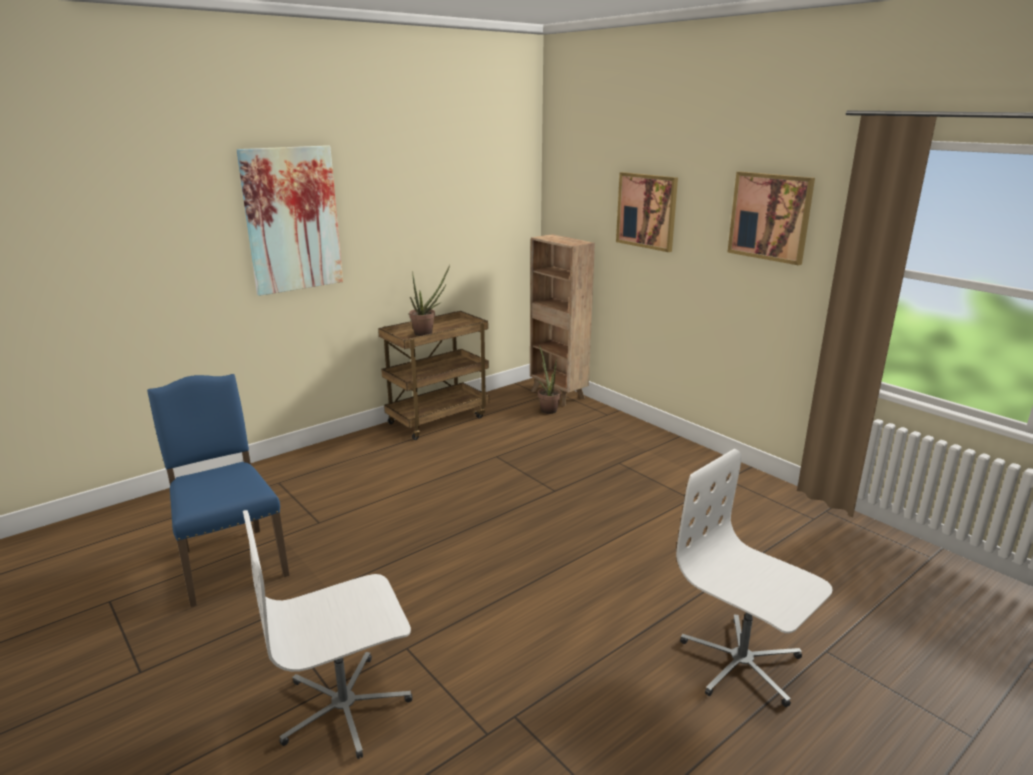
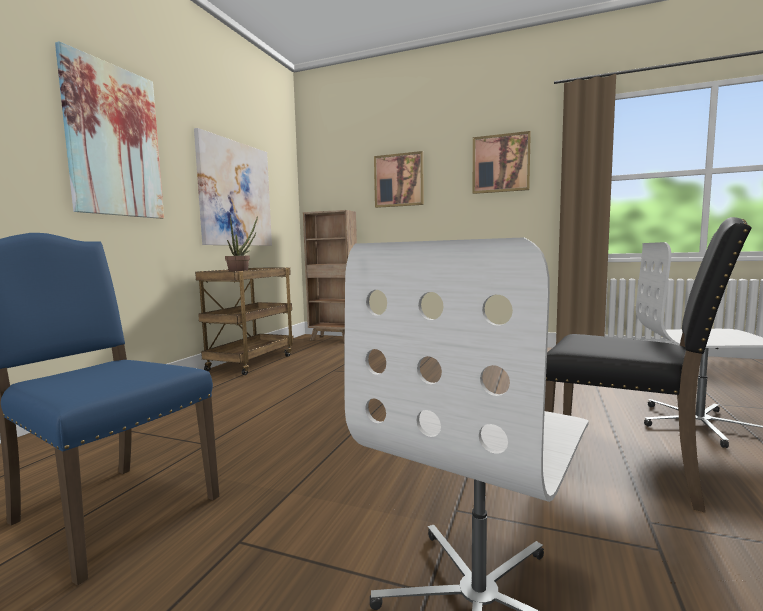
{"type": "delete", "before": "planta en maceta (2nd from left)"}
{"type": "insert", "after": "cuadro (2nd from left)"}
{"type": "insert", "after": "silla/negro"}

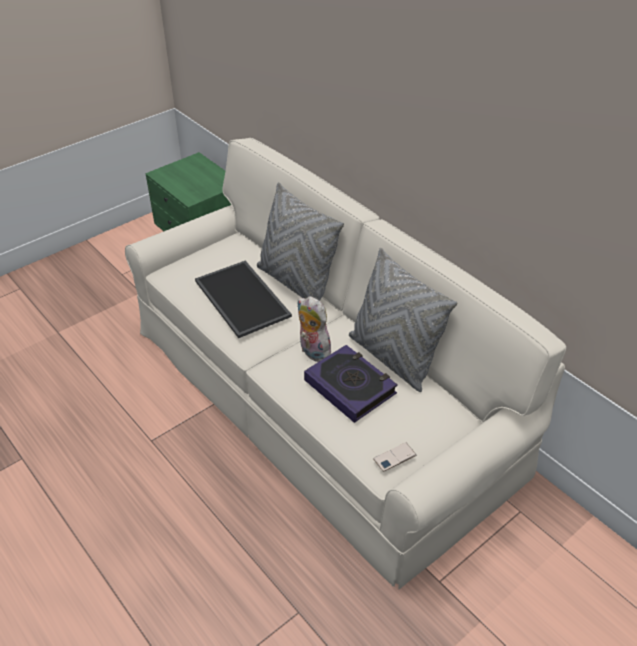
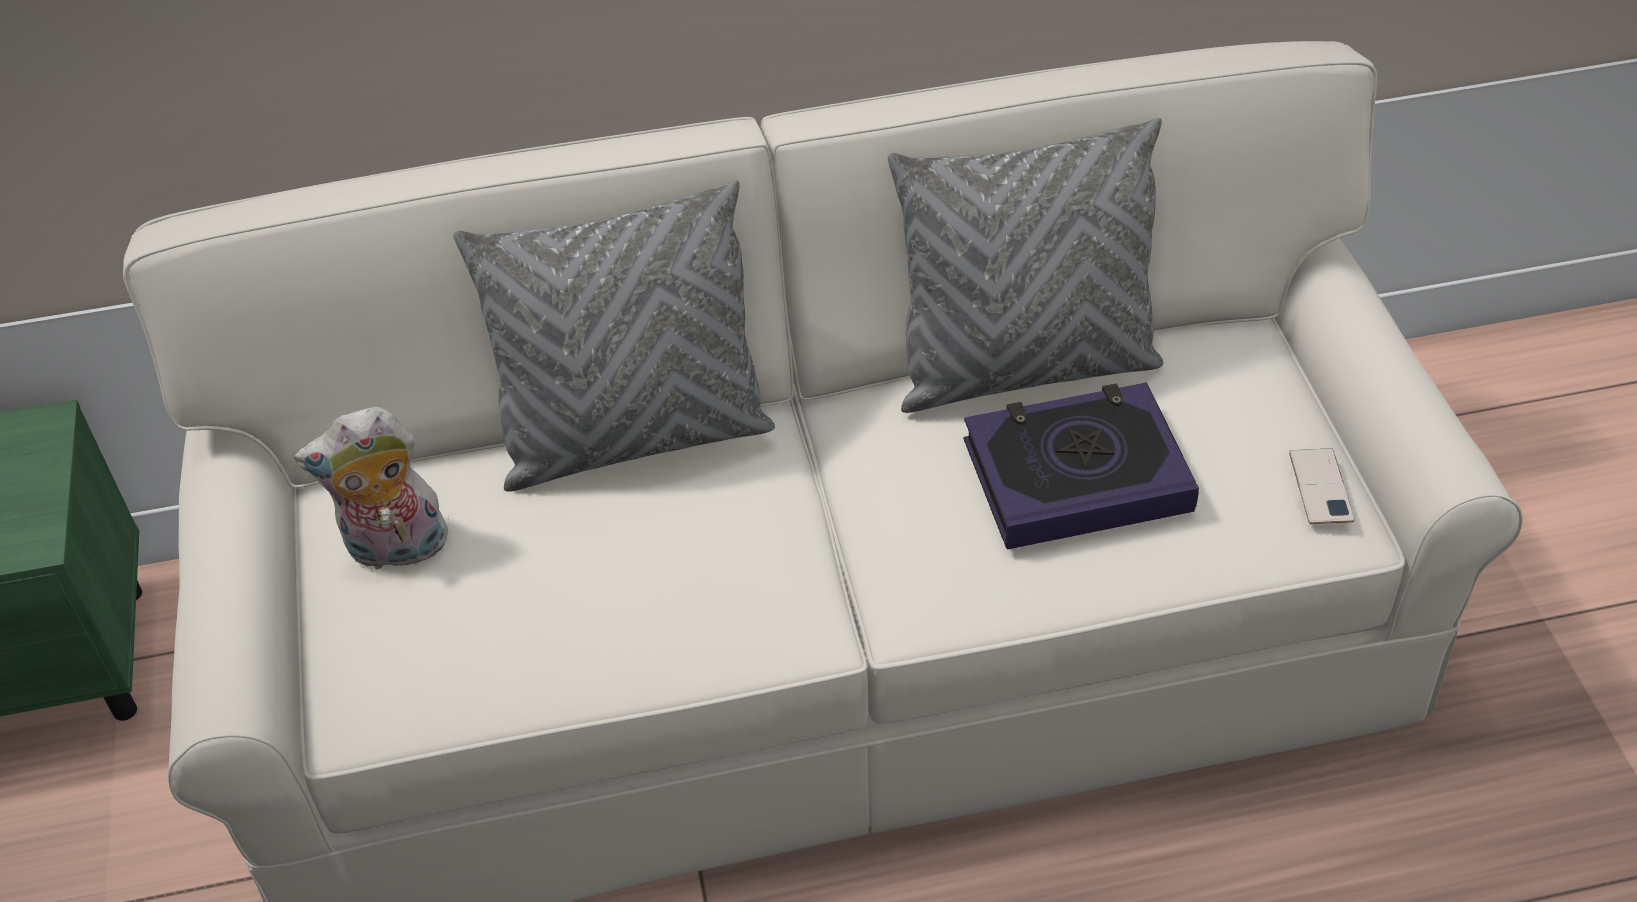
{"type": "delete", "before": "bandeja"}
{"type": "move", "before": "peluche"}

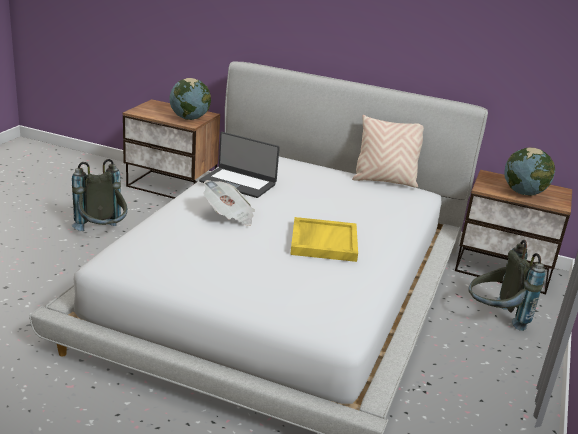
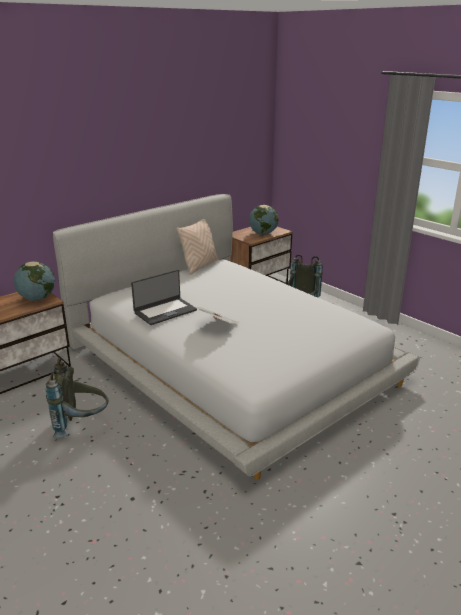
{"type": "delete", "before": "bandeja/amarillo"}

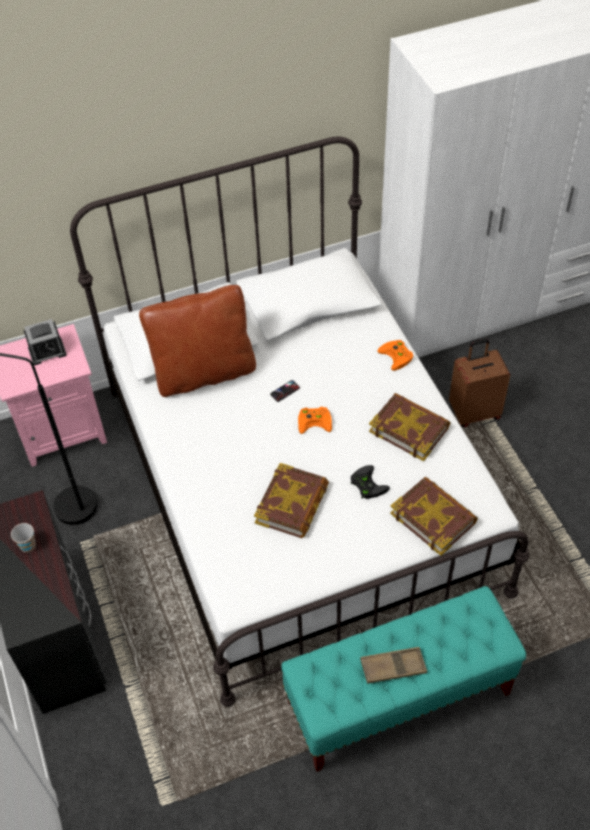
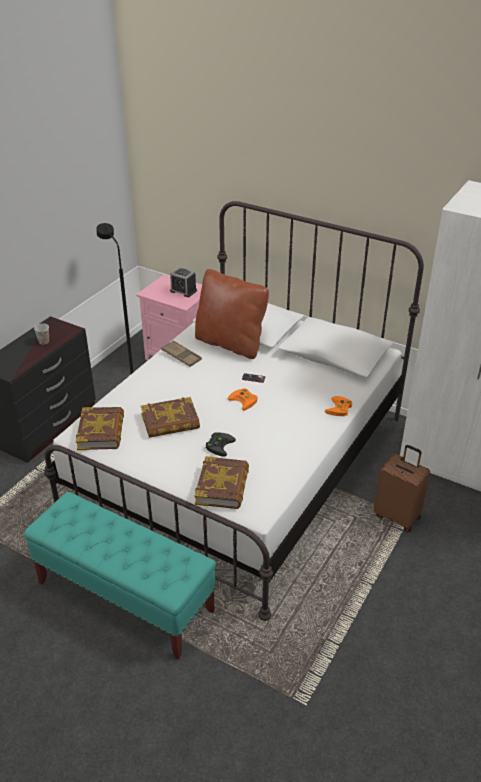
{"type": "move", "before": "bandeja/marrón"}
{"type": "move", "before": "libro (2nd from left in the first image)", "after": "libro (1st from left)"}

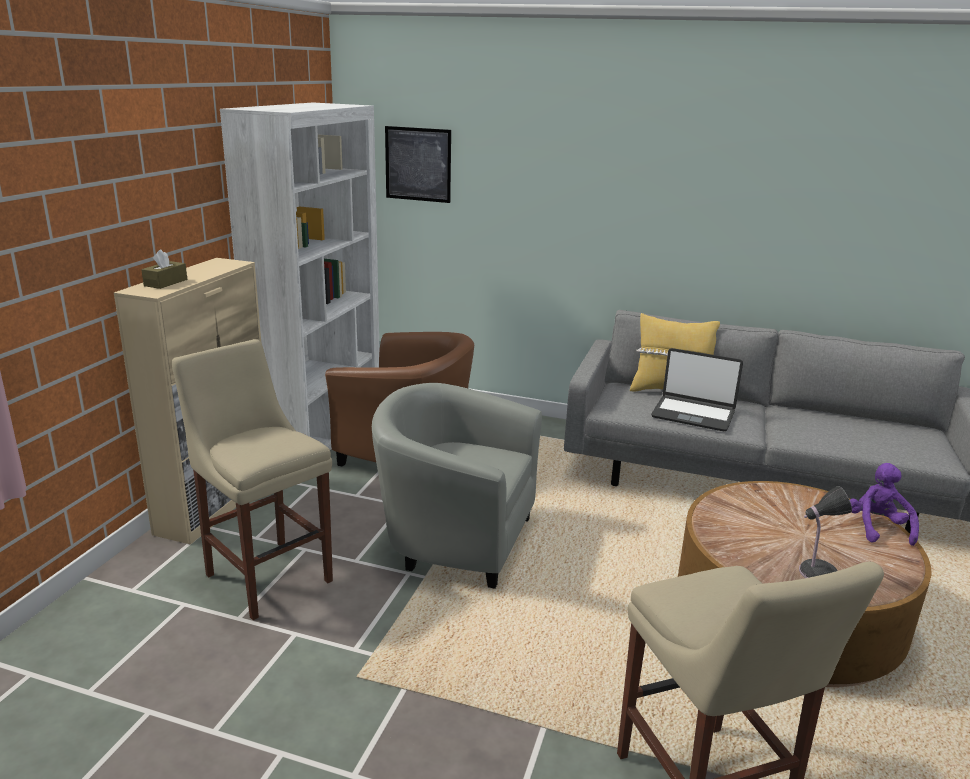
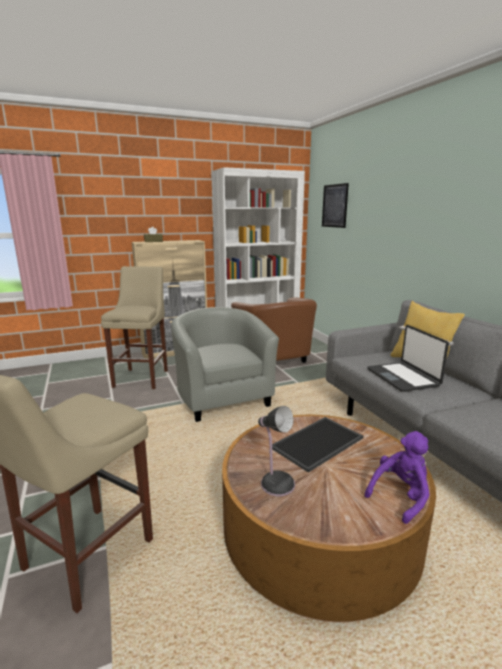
{"type": "insert", "after": "bandeja"}

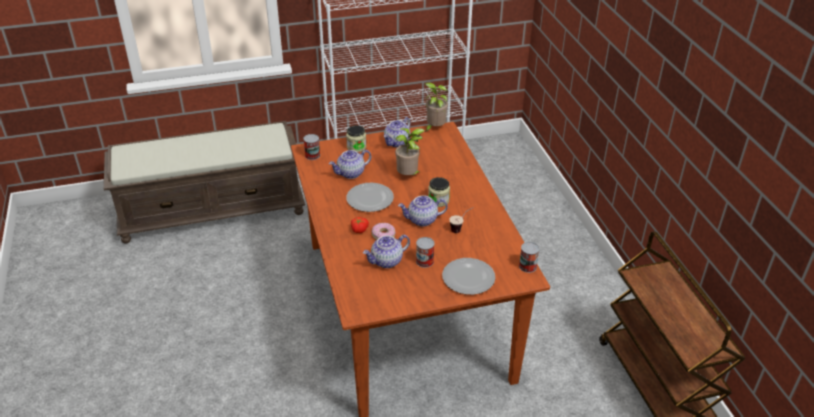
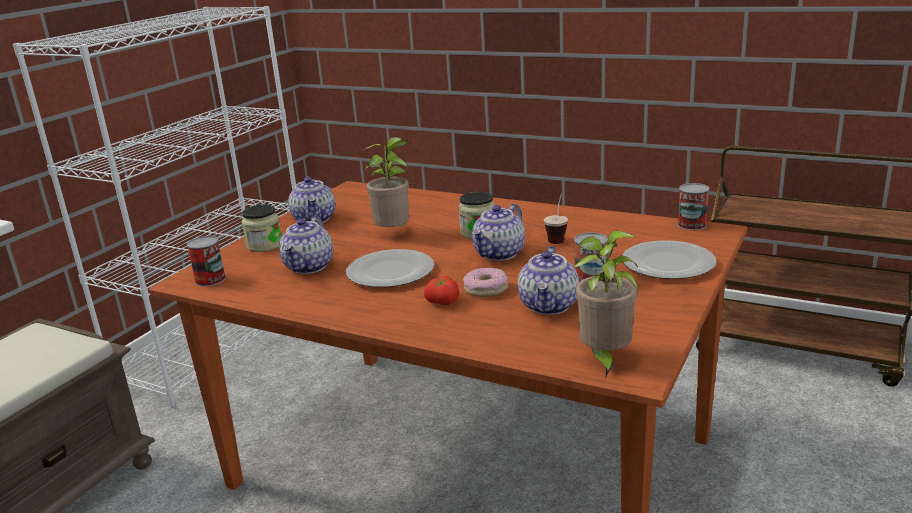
{"type": "move", "before": "planta en maceta (2nd from left)"}

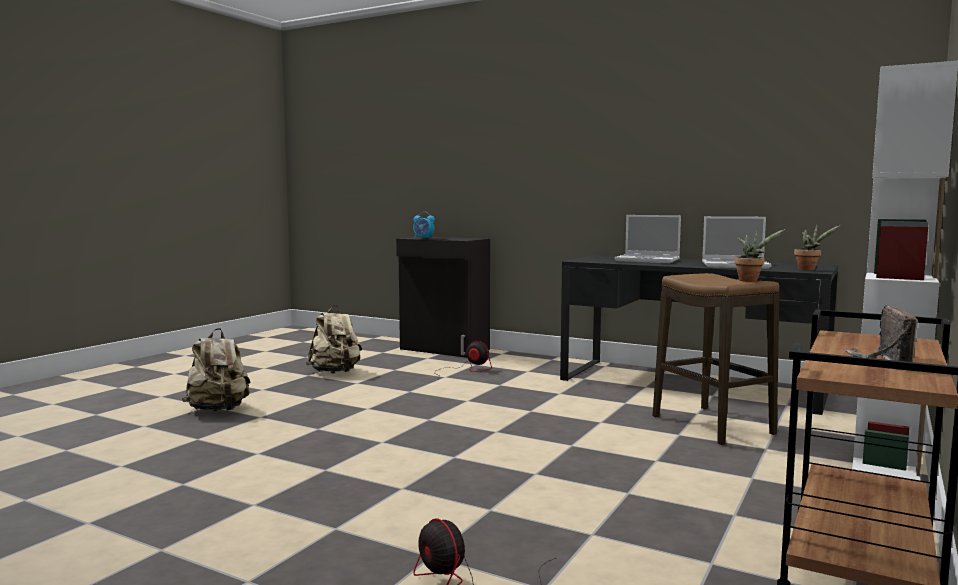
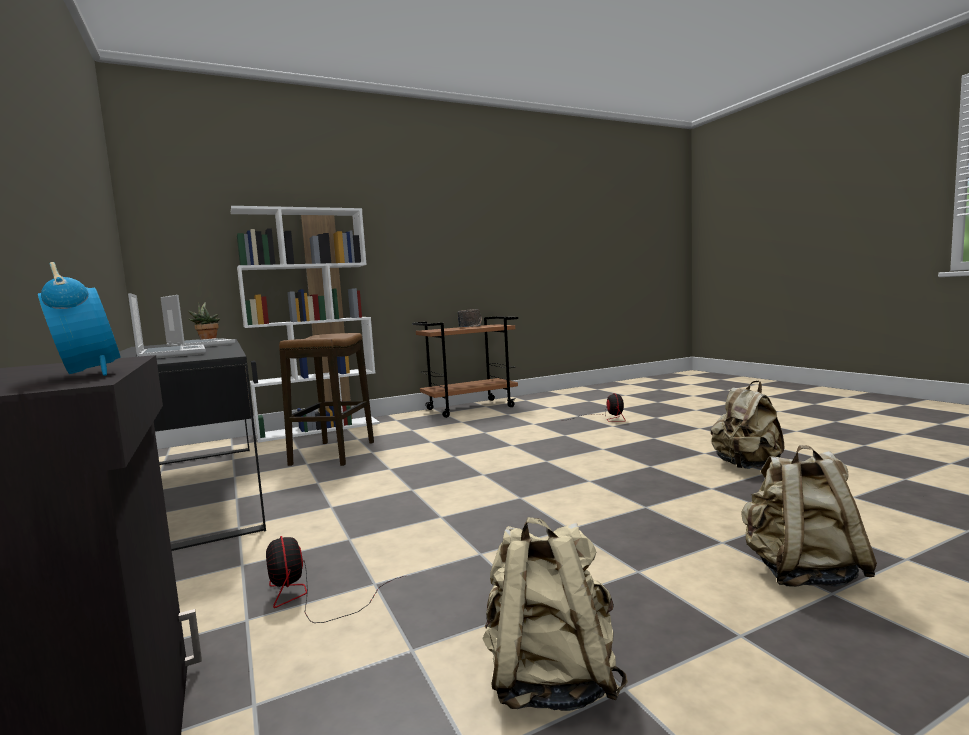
{"type": "delete", "before": "planta en maceta (1st from left)"}
{"type": "insert", "after": "mochila/beis (2nd from left)"}

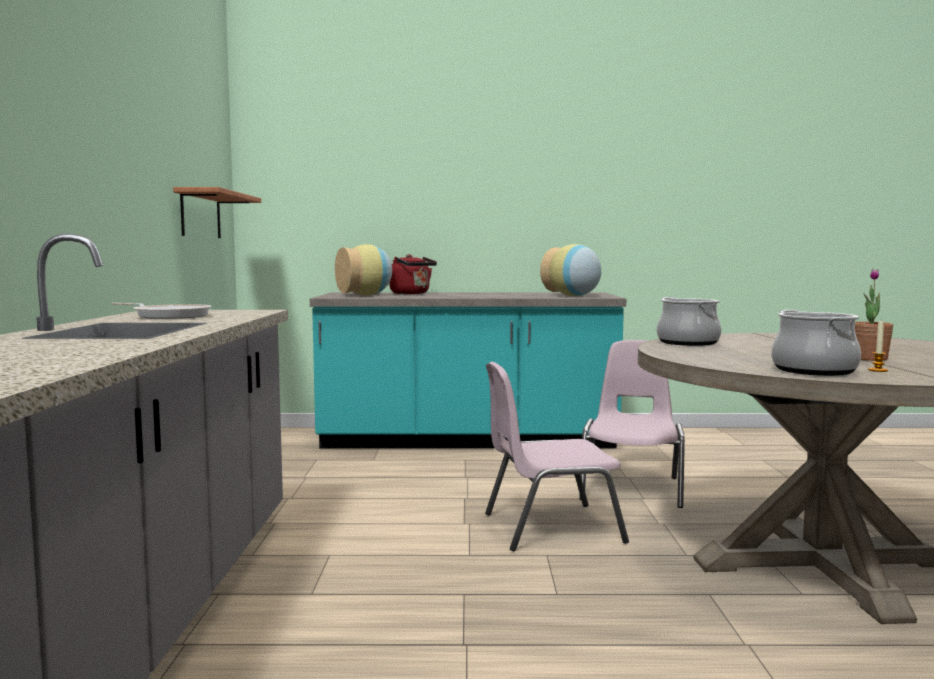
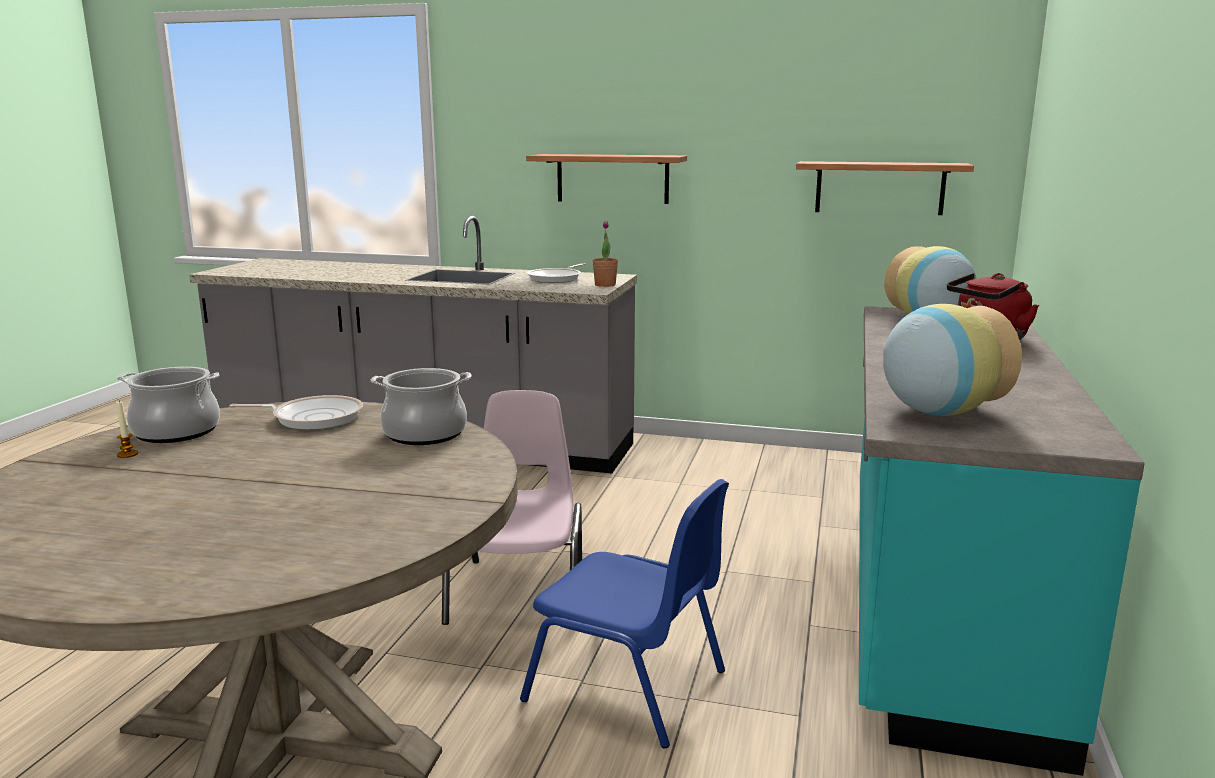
{"type": "recolor", "before": "silla/rosa (2nd from left)", "after": "silla/azul"}
{"type": "move", "before": "planta en maceta"}
{"type": "insert", "after": "sartén (1st from left)"}
{"type": "insert", "after": "estante (1st from left)"}

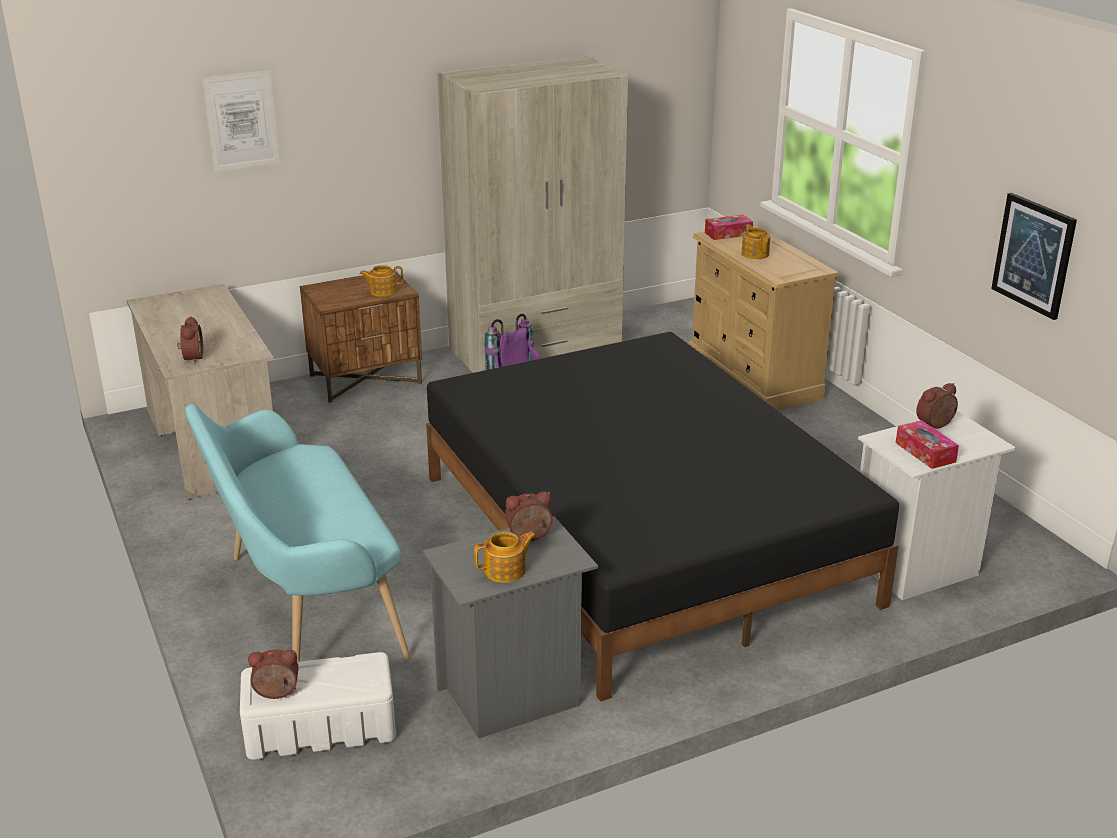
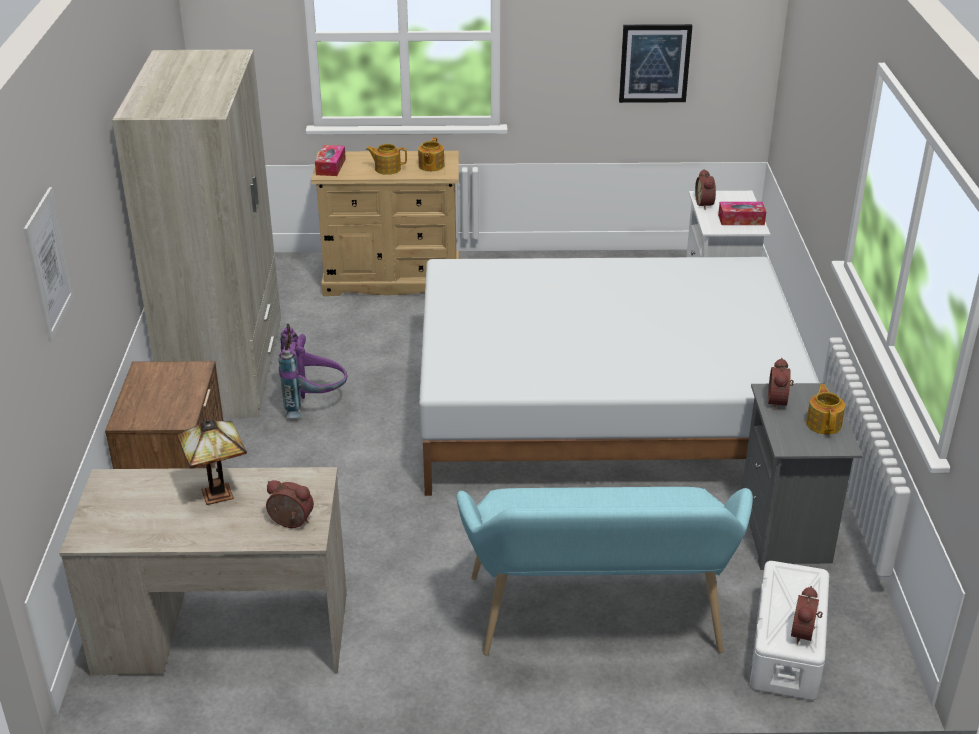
{"type": "move", "before": "tetera (1st from left in the first image)", "after": "tetera (2nd from left)"}
{"type": "recolor", "before": "cama/negro", "after": "cama/blanco"}
{"type": "insert", "after": "lámpara de mesa"}

